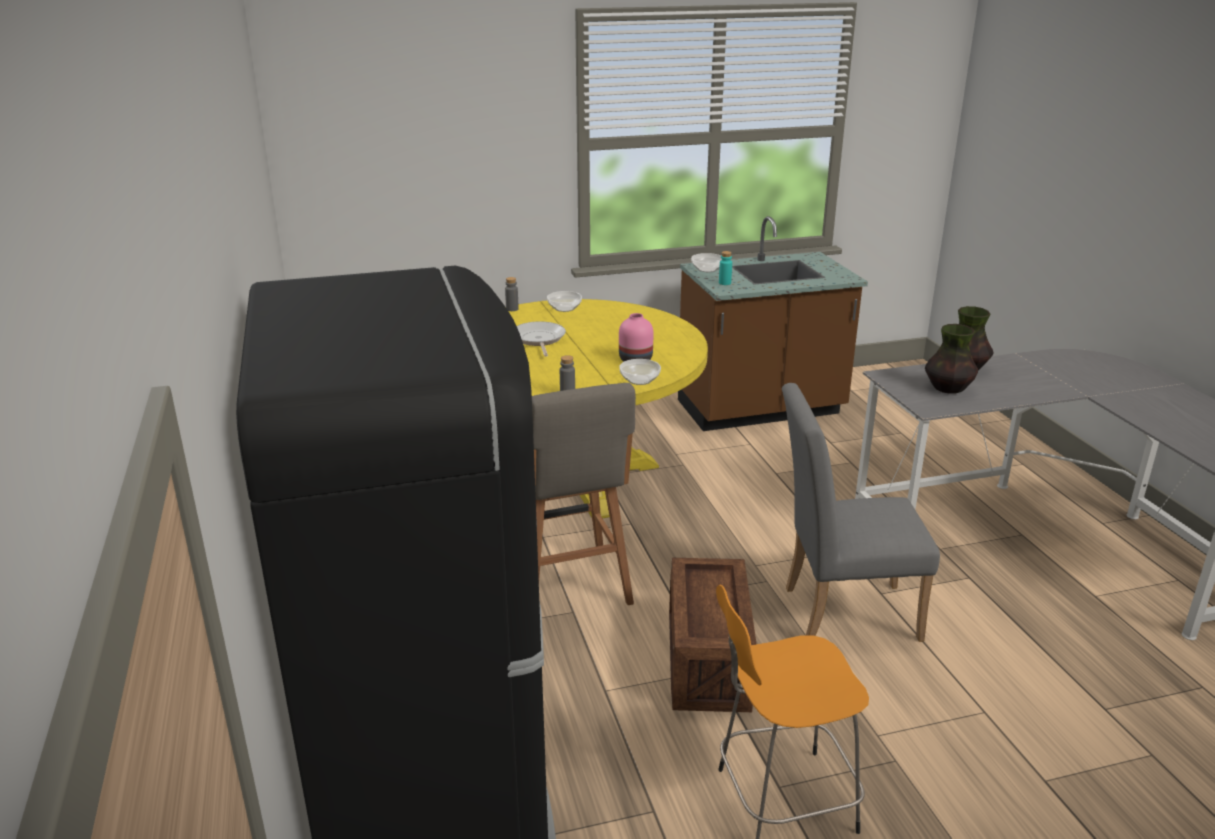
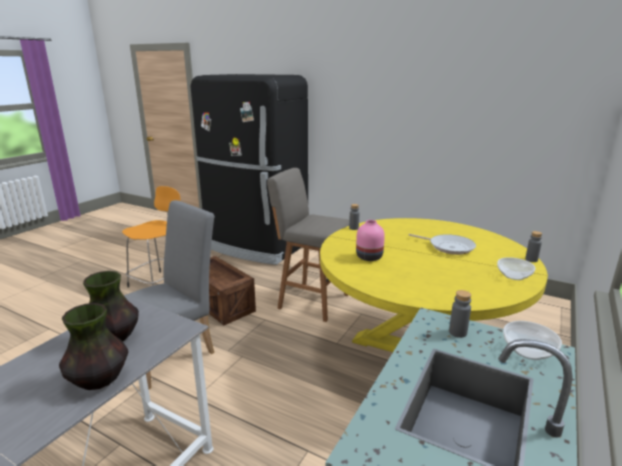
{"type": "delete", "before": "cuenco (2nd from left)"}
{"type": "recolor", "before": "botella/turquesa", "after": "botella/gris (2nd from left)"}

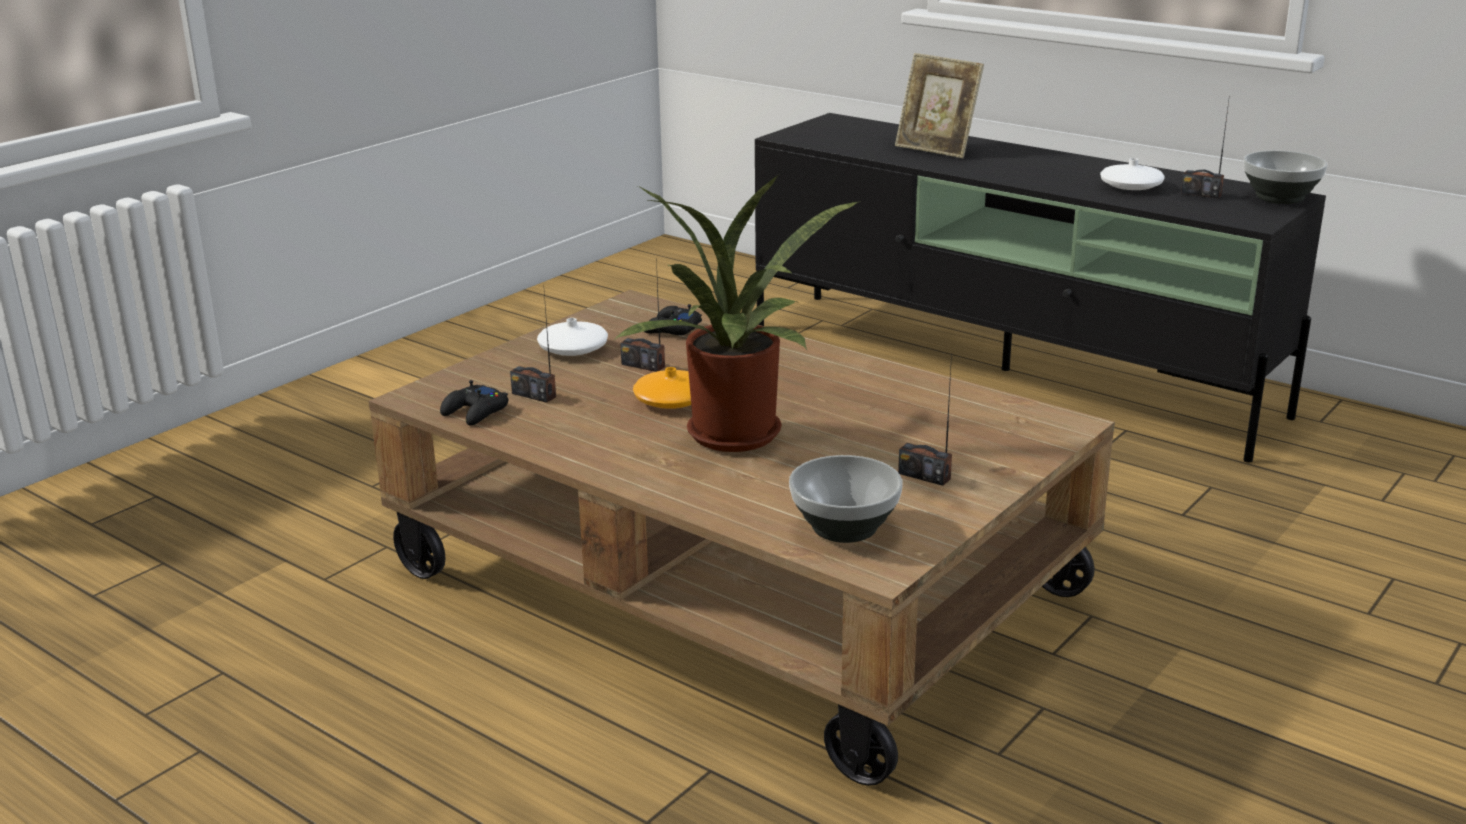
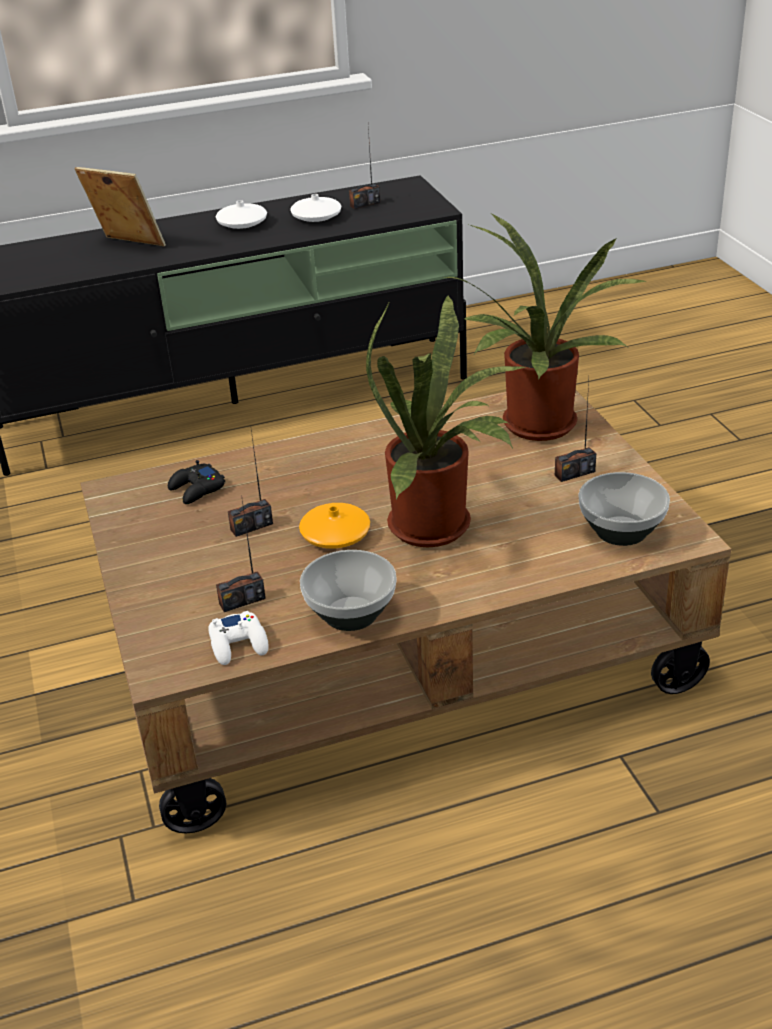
{"type": "recolor", "before": "mando de consola/negro (1st from left)", "after": "mando de consola/blanco"}
{"type": "move", "before": "florero/blanco (1st from left)"}
{"type": "rotate", "before": "portarretratos", "turn": -135}
{"type": "move", "before": "cuenco (2nd from left in the first image)", "after": "cuenco (1st from left)"}
{"type": "insert", "after": "planta en maceta (2nd from left)"}

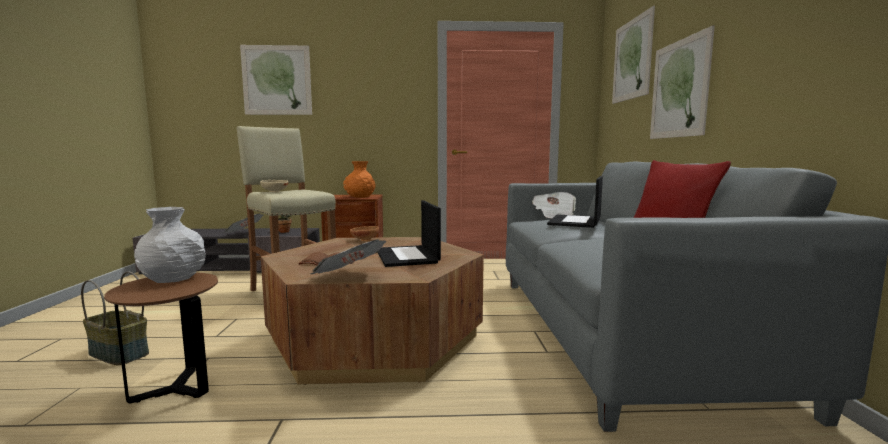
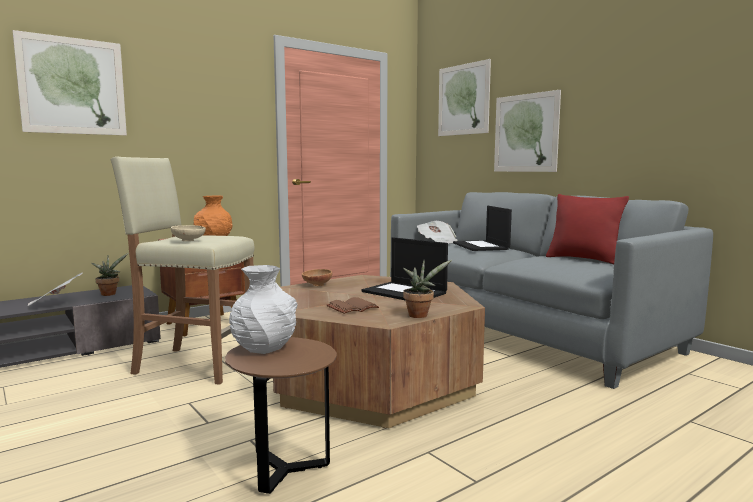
{"type": "delete", "before": "cesta"}
{"type": "replace", "before": "periódico (2nd from left)", "after": "planta en maceta (2nd from left)"}

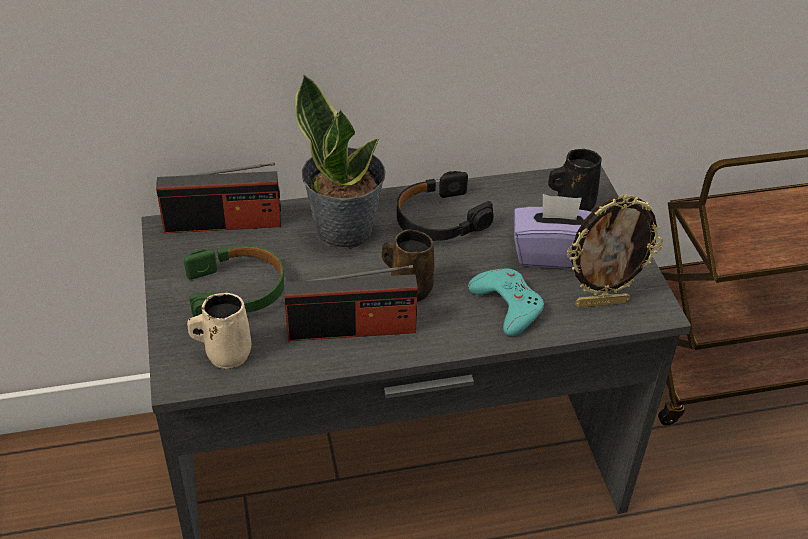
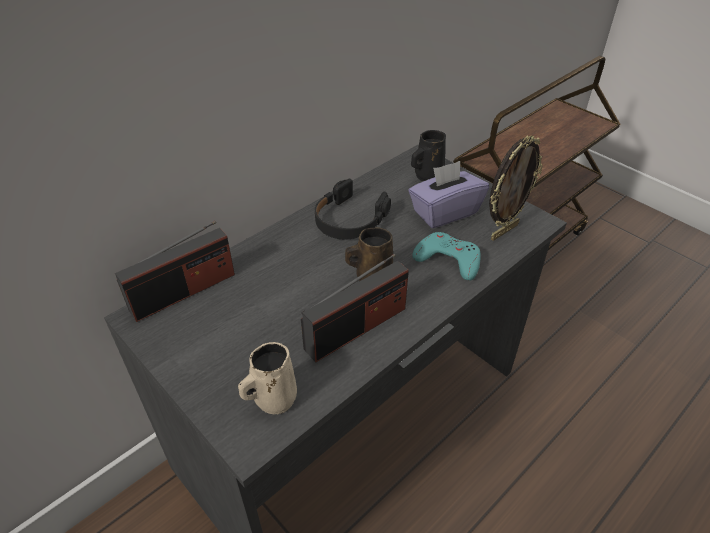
{"type": "delete", "before": "auriculares/verde"}
{"type": "delete", "before": "planta en maceta"}

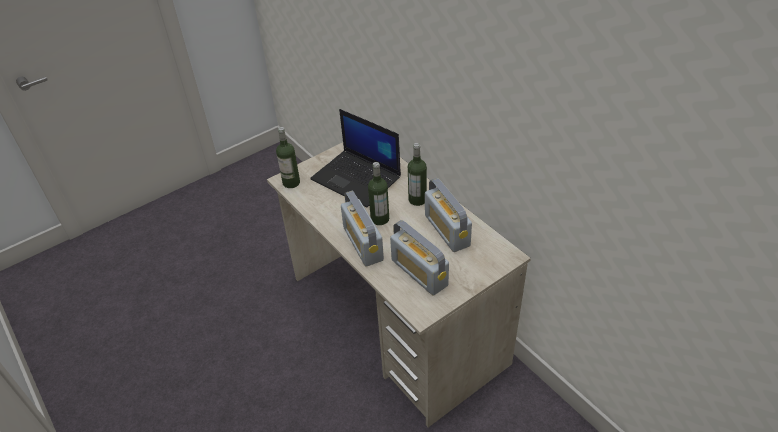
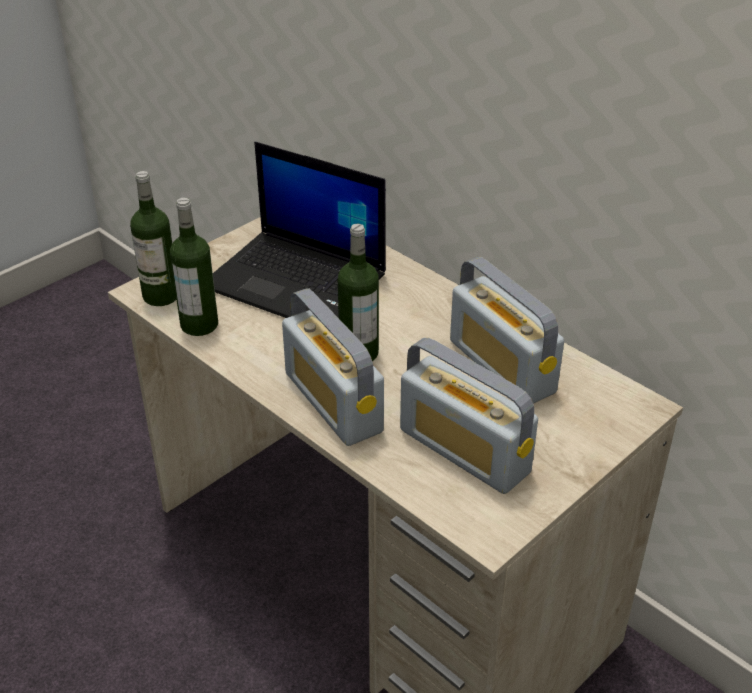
{"type": "move", "before": "botella (3rd from left in the first image)", "after": "botella (2nd from left)"}

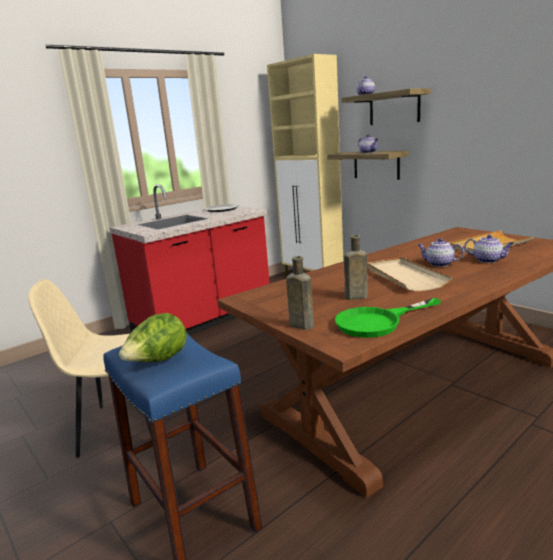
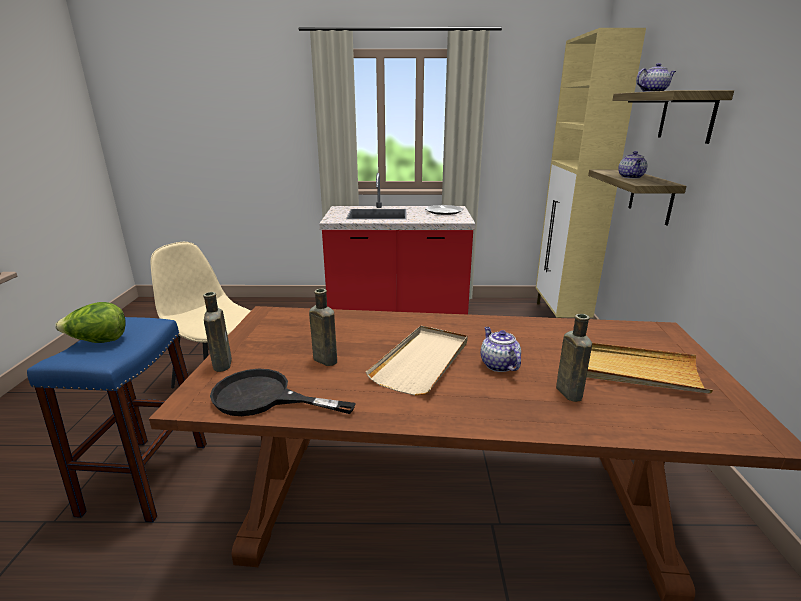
{"type": "recolor", "before": "sartén/verde", "after": "sartén/negro"}
{"type": "replace", "before": "tetera (4th from left)", "after": "botella/marrón (3rd from left)"}

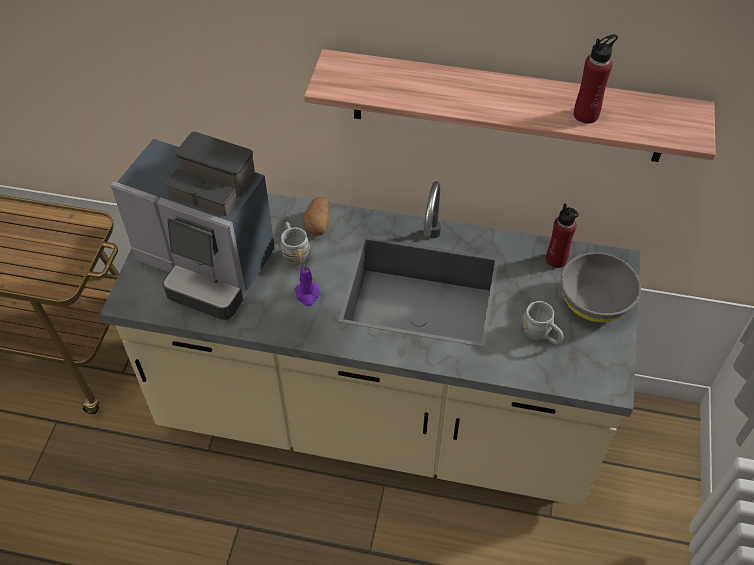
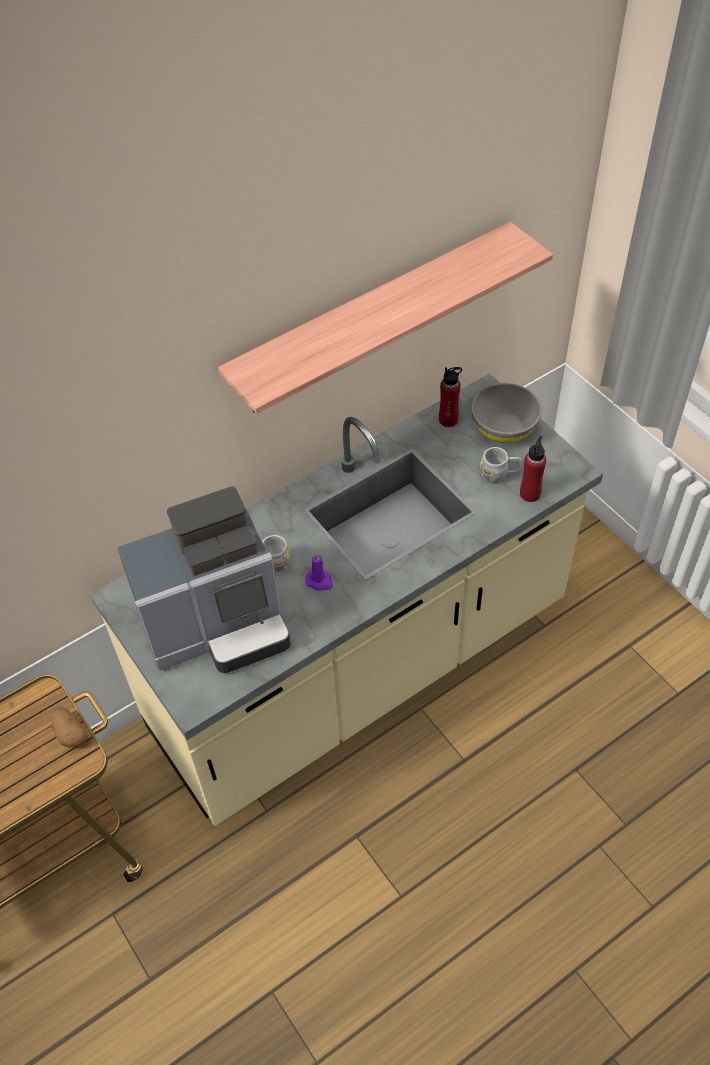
{"type": "move", "before": "patata"}
{"type": "move", "before": "botella/rojo (2nd from left)"}

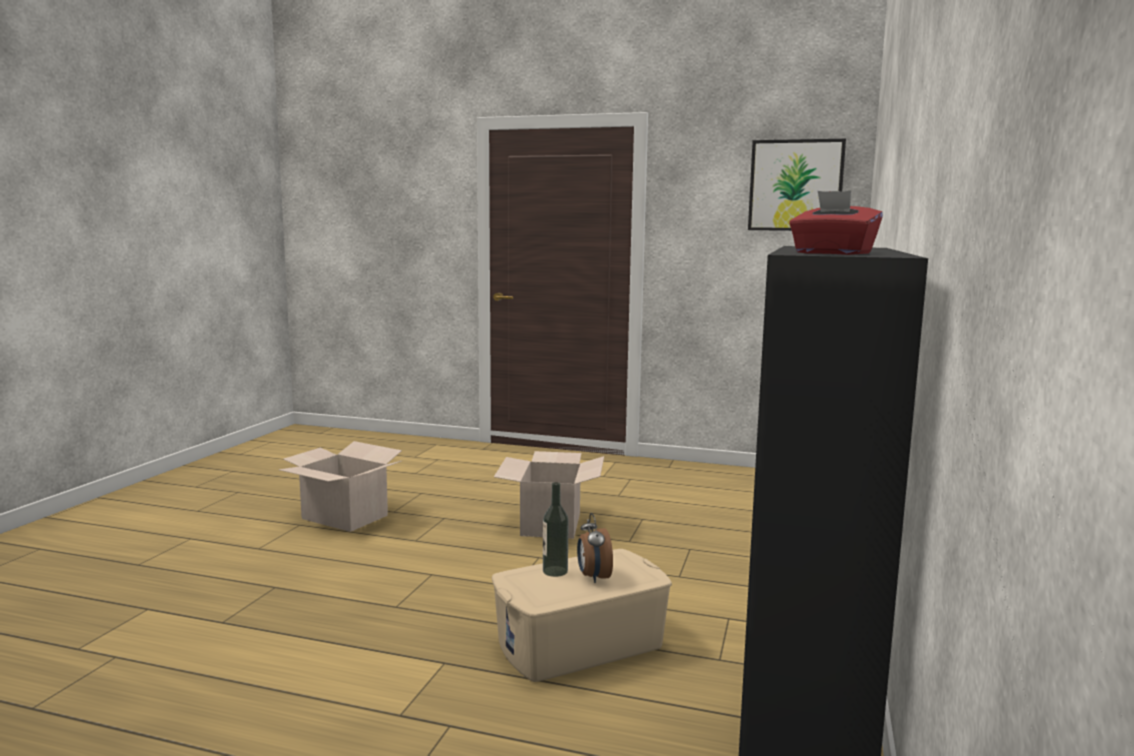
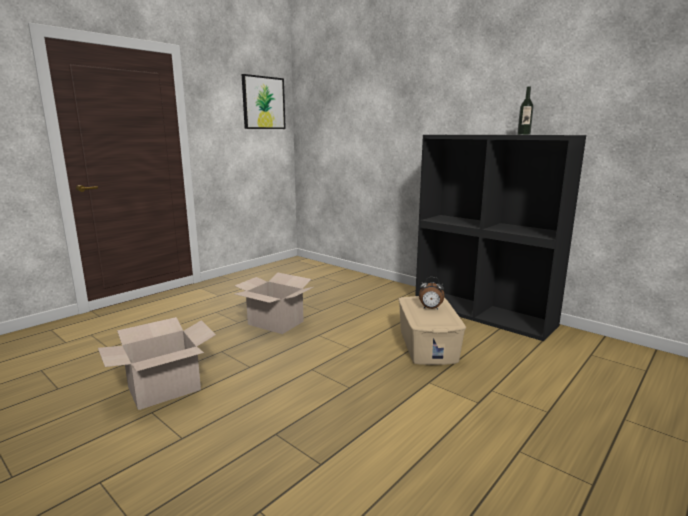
{"type": "move", "before": "botella"}
{"type": "delete", "before": "caja de pañuelos/rojo"}

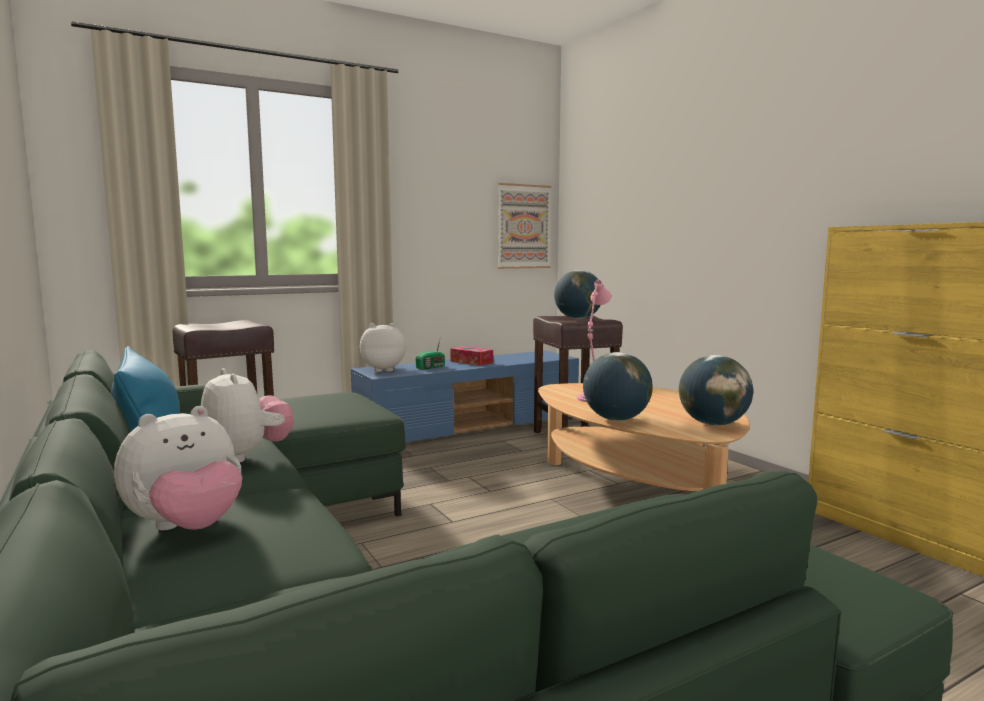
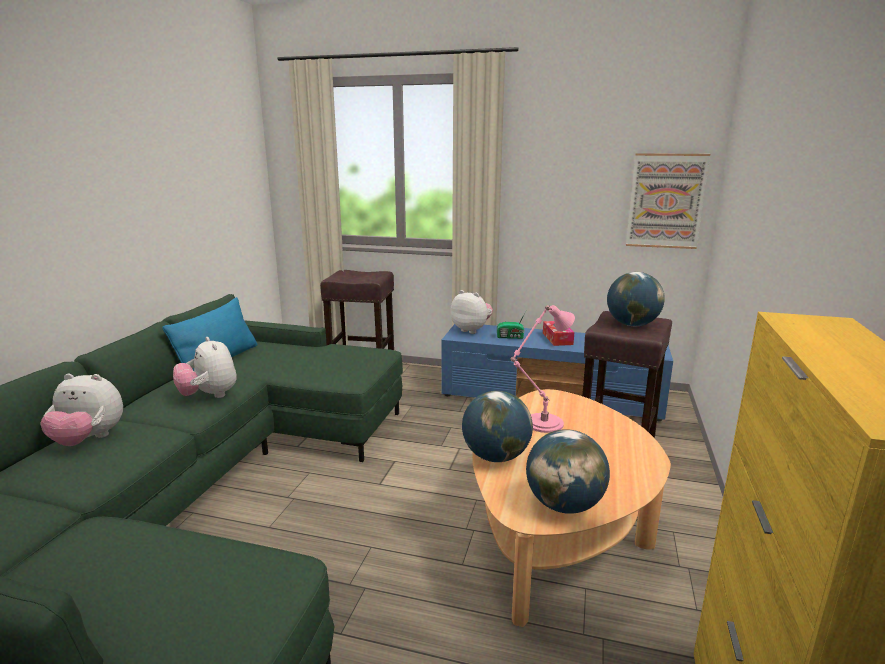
{"type": "rotate", "before": "peluche (2nd from left)", "turn": 135}

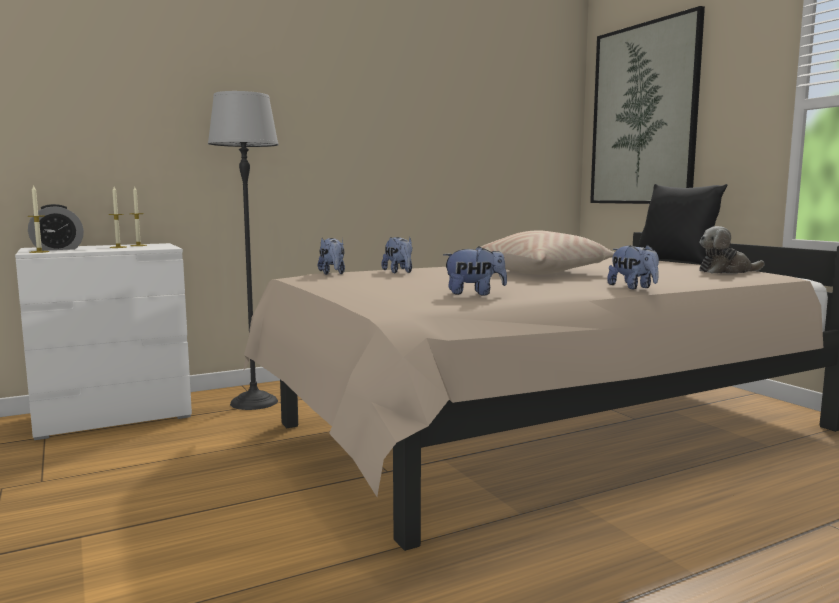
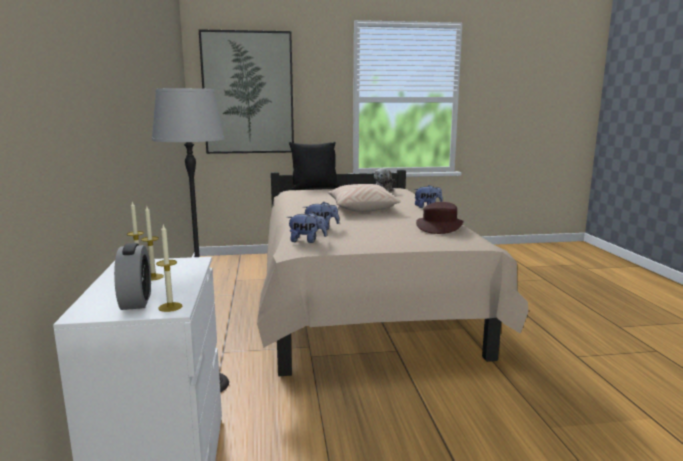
{"type": "replace", "before": "peluche (3rd from left)", "after": "sombrero/marrón"}

